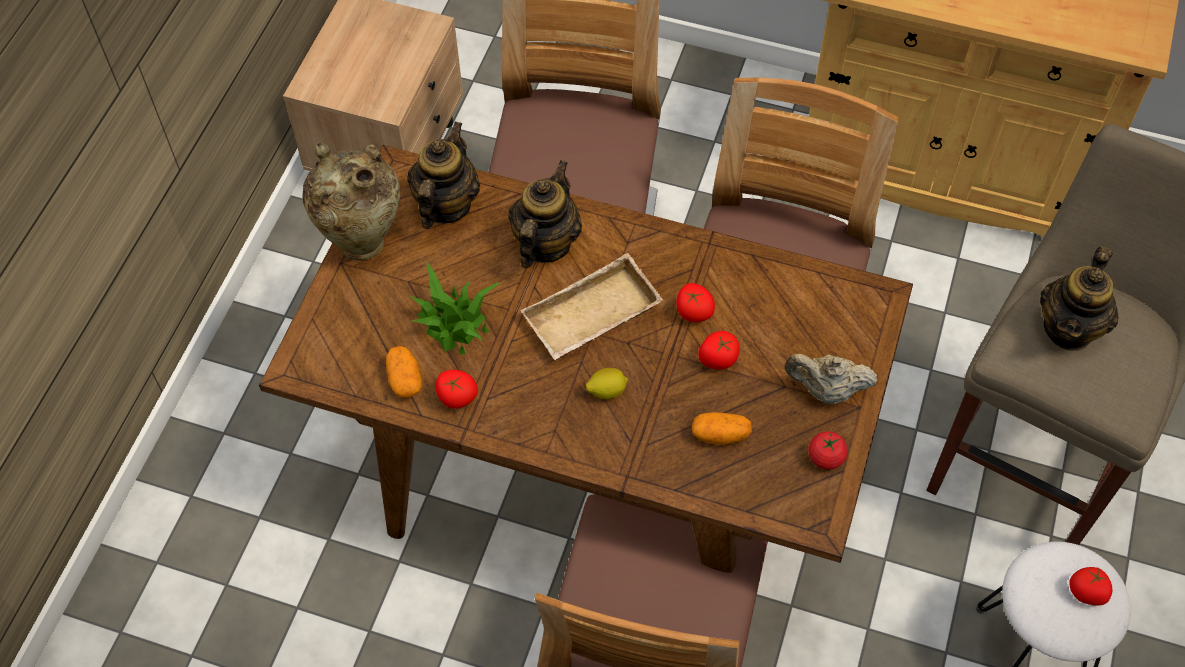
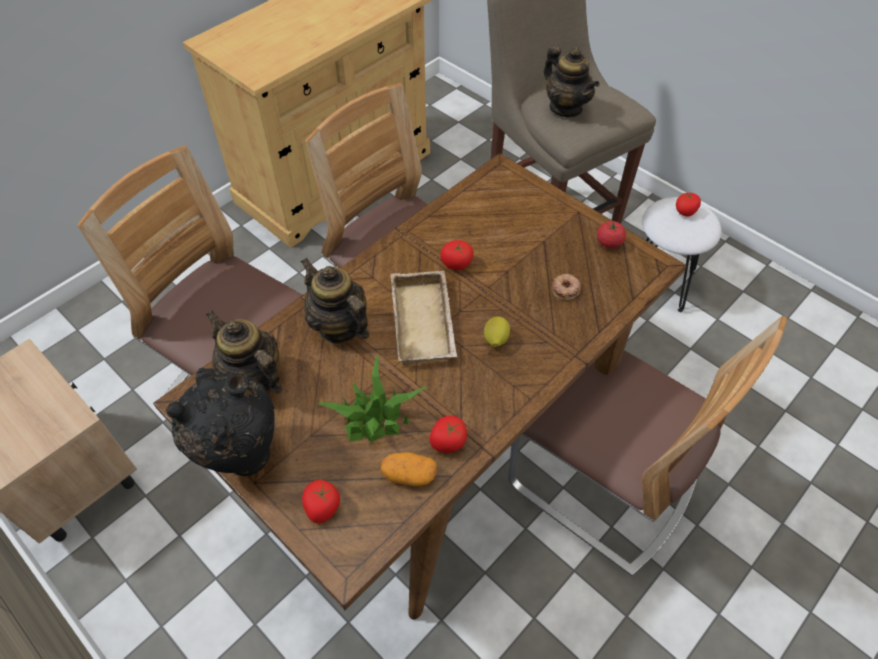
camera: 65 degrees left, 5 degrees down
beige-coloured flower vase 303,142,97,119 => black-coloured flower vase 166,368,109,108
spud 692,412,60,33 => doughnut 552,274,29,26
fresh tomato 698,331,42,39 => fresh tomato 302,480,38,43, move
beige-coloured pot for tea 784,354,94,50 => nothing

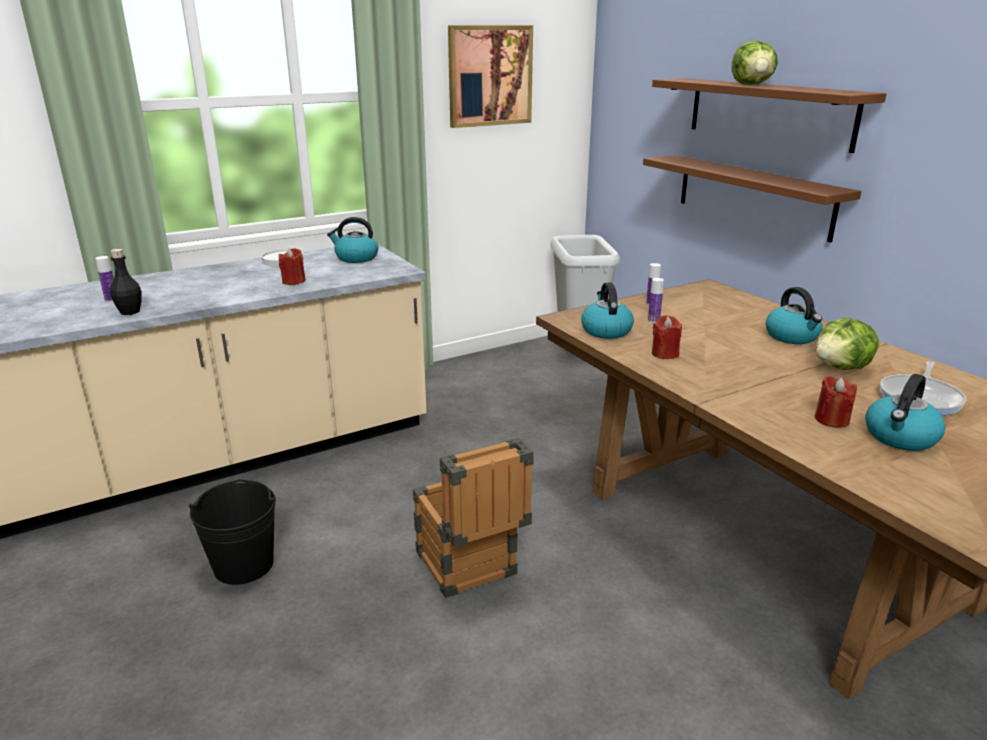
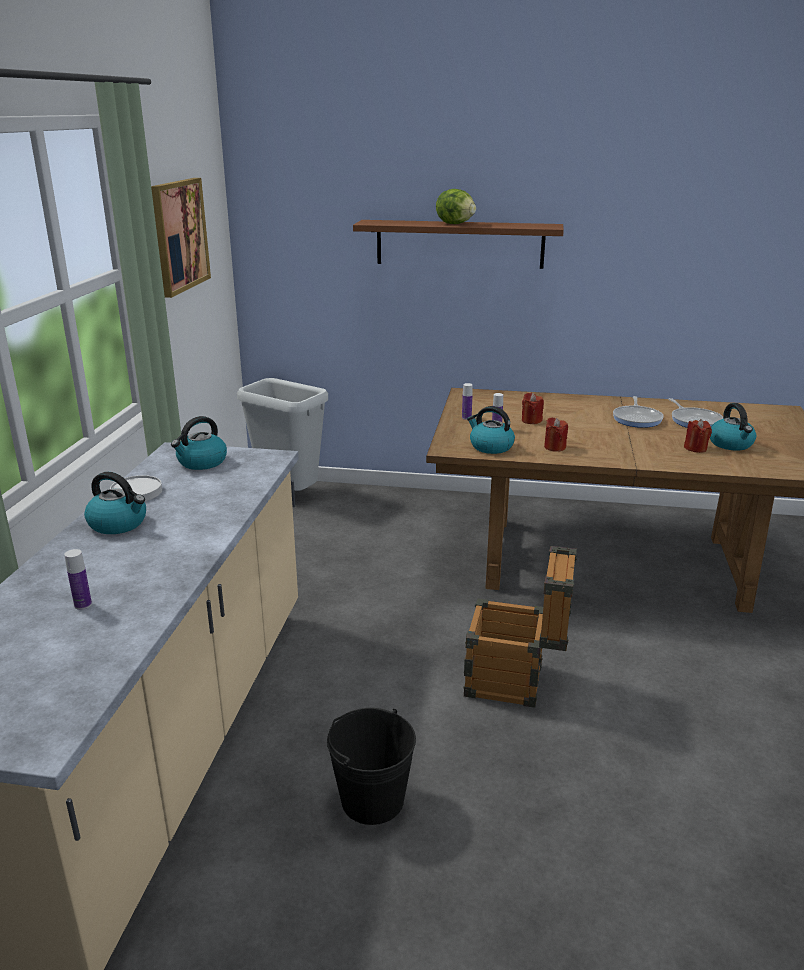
camera: 50 degrees left, 0 degrees up
black-coloured bottle 110,249,32,66 => nothing
red wax light 278,248,28,37 => red wax light 522,393,22,31, move
brown bracket shelf 643,155,218,87 => nothing
tea kettle 766,287,57,57 => tea kettle 84,472,62,62, move
lettuce 816,318,63,52 => pan 613,396,51,32

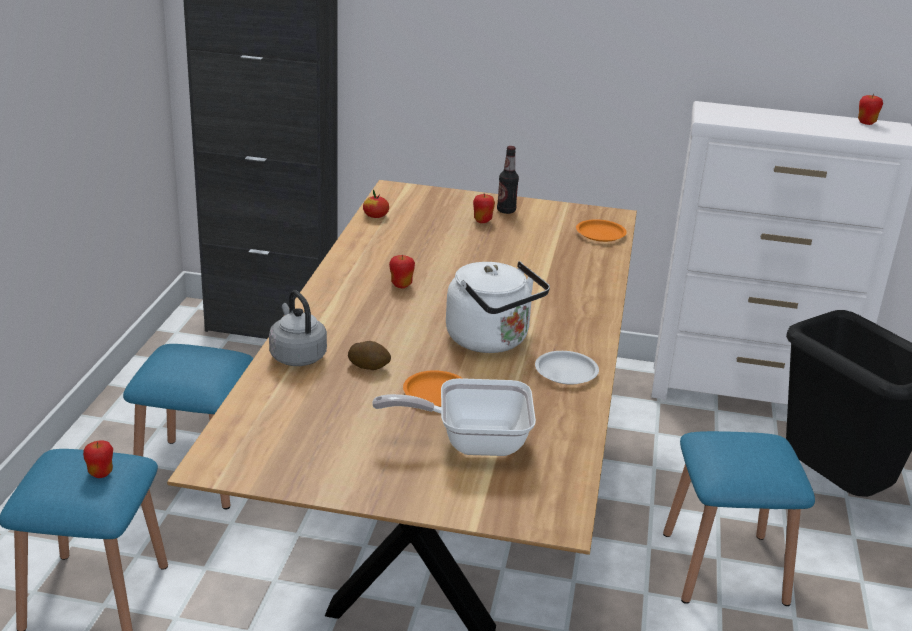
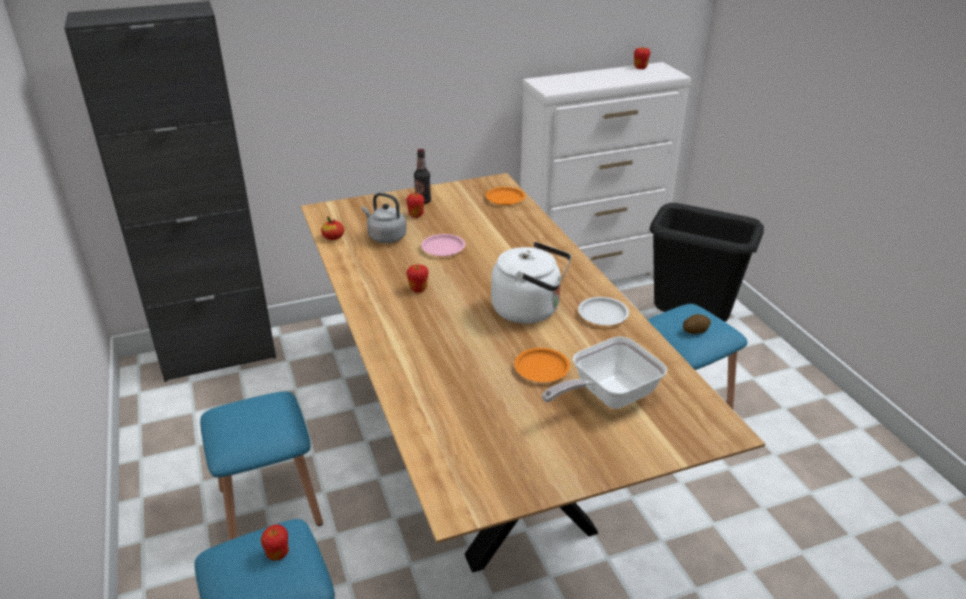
camera: 30 degrees left, 5 degrees up
grey tea kettle 269,290,58,76 => grey tea kettle 362,193,45,50, move
spud 348,341,43,29 => spud 683,314,28,20, move
nothing => pink-coloured dinner plate 421,234,44,22

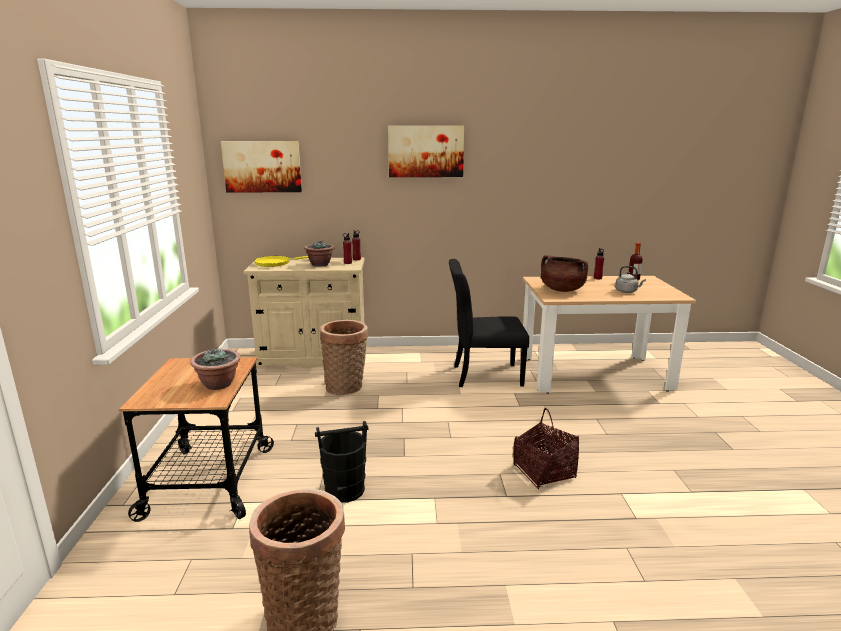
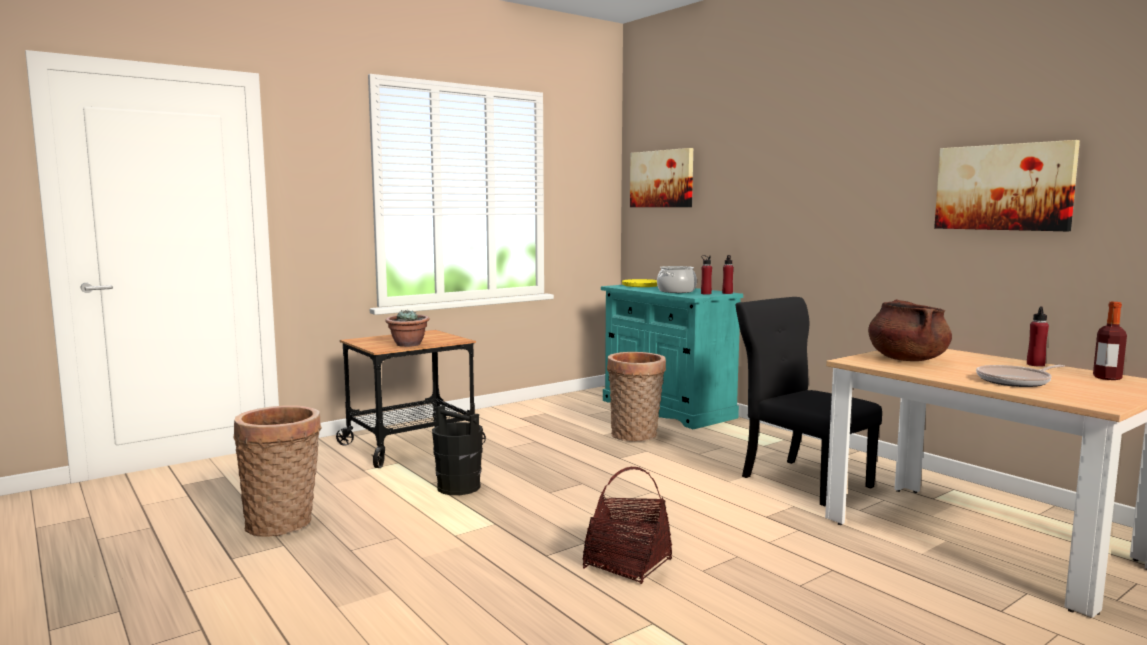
camera: 55 degrees right, 10 degrees down
beige-coloured cupboard 243,258,124,110 => turquoise cupboard 601,285,142,144
houseplant 304,240,31,26 => cooking pot 657,266,40,27
wall picture 388,126,76,51 => wall picture 934,140,146,91, move
grey tea kettle 615,266,31,27 => pan 976,365,88,22

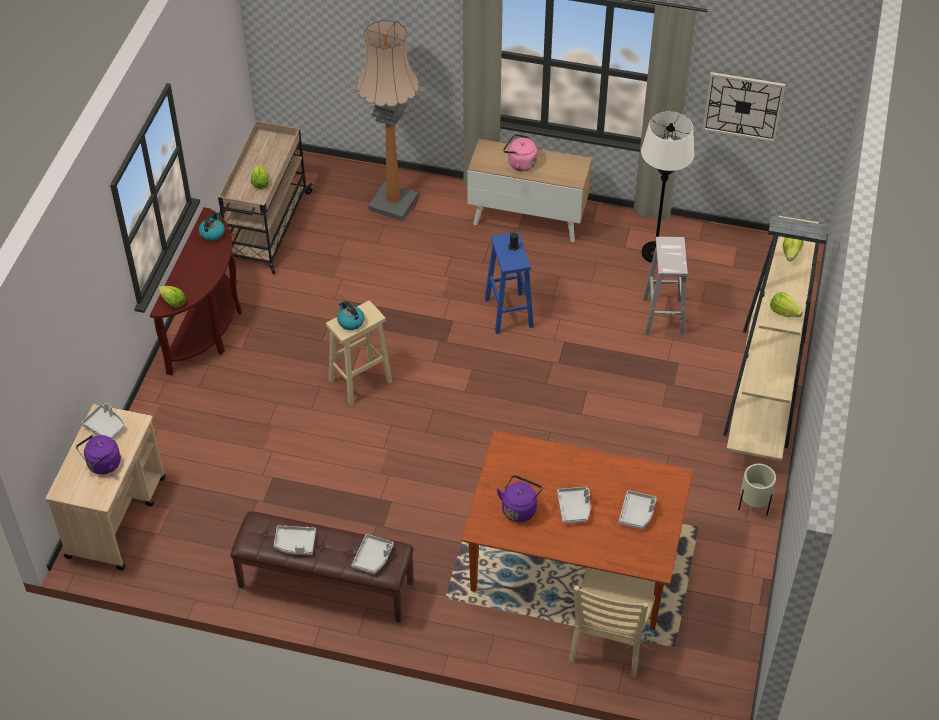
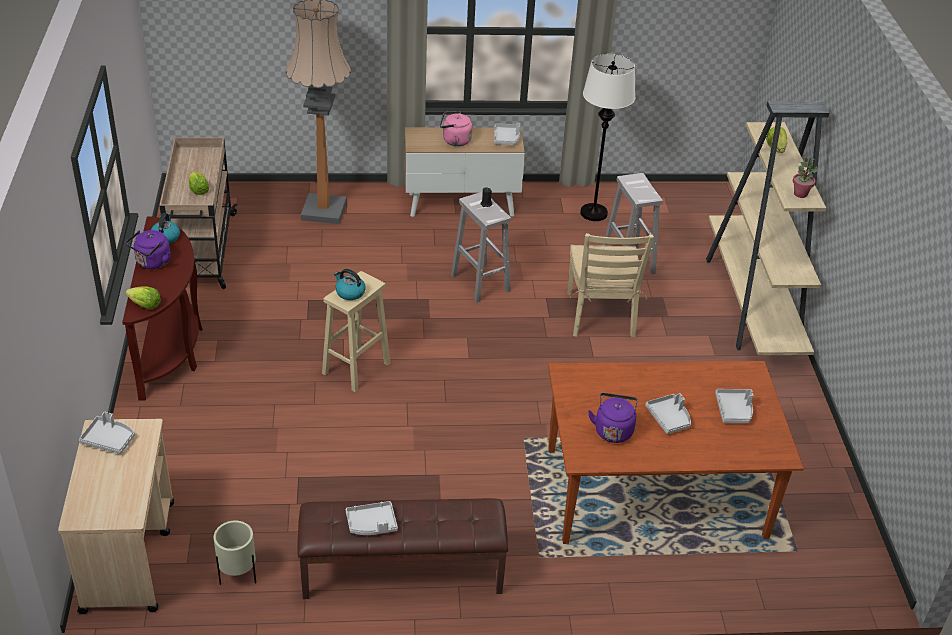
camera: 20 degrees left, 10 degrees down
purple tea kettle 76,435,45,40 => purple tea kettle 126,230,45,39, move
grey carrying tray 352,534,42,40 => grey carrying tray 494,123,26,22, move
blue stool 485,232,49,102 => whitish stool 451,192,60,111
beige-coloured plain chair 566,567,89,111 => beige-coloured plain chair 567,233,87,104, move
clock on the wall 702,72,83,70 => nothing
beige-coloured plant pot 738,464,38,51 => beige-coloured plant pot 214,521,42,64, move
lettuce 770,292,33,25 => houseplant 793,158,25,40

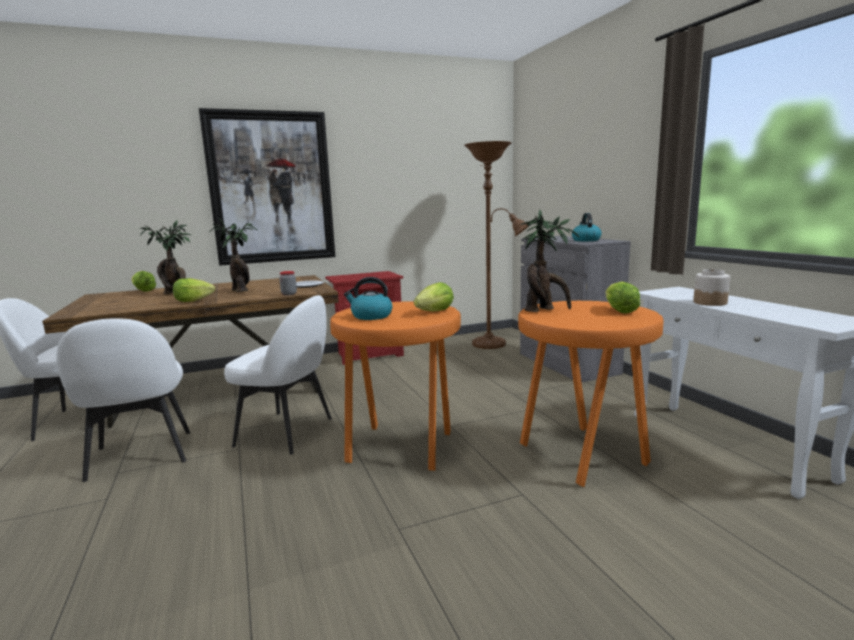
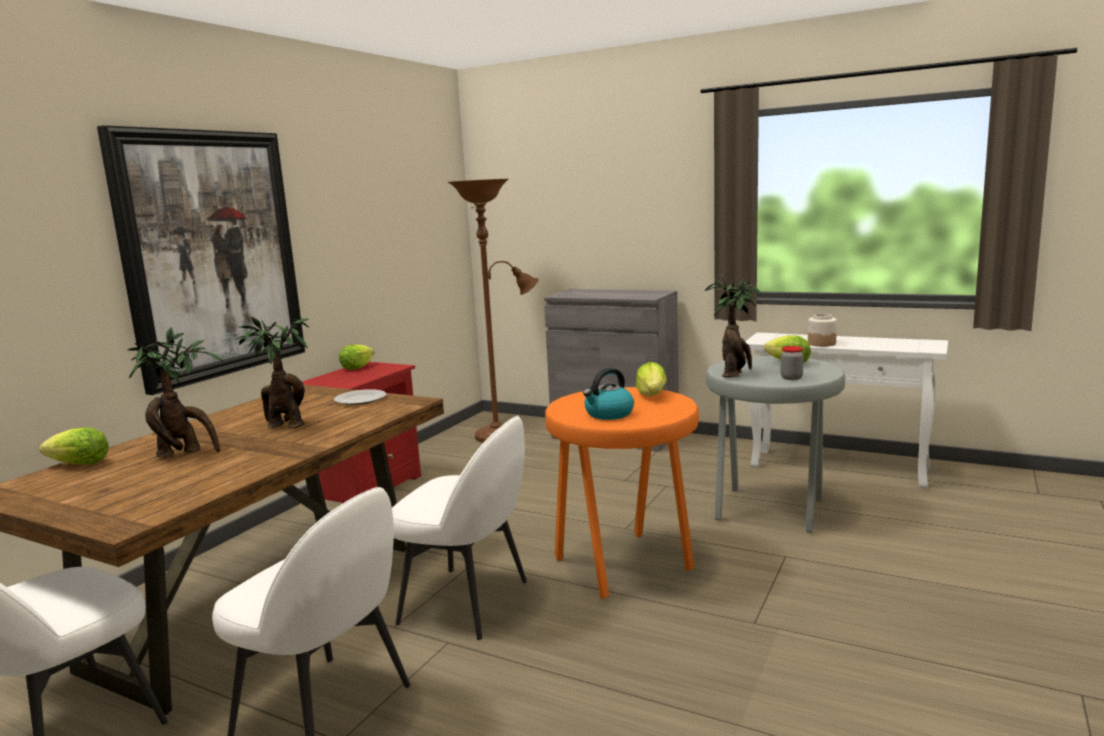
camera: 40 degrees left, 0 degrees up
lettuce 173,278,42,24 => lettuce 339,344,36,26, move
whitish plain chair 224,295,108,160 => whitish plain chair 392,416,135,224, 45 degrees clockwise
preserve jar 279,271,18,24 => preserve jar 781,346,23,34, move
orangey stool 518,301,146,186 => grey stool 706,356,139,177
tea kettle 572,213,30,28 => nothing

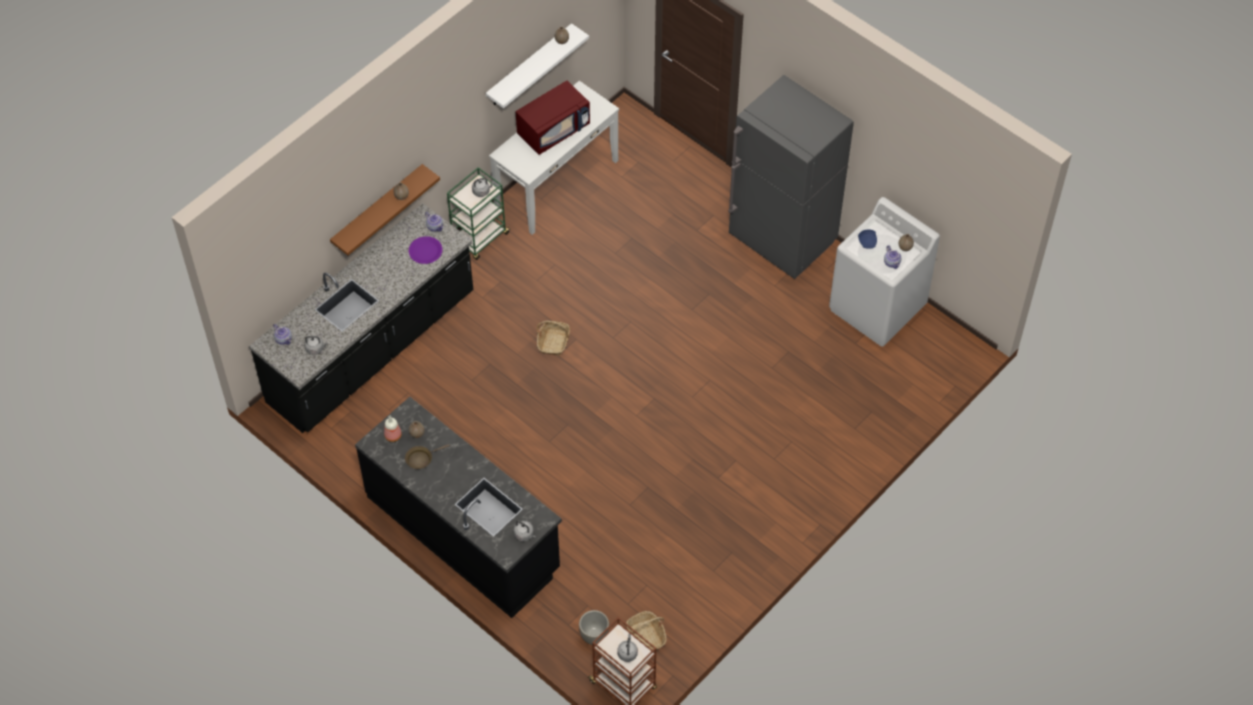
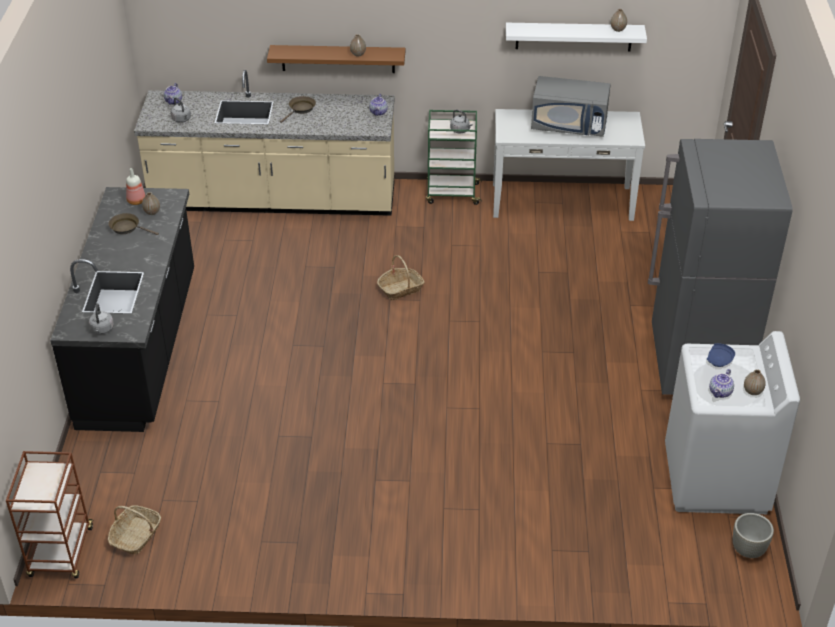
camera: 50 degrees right, 15 degrees down
black-coloured counter 249,203,224,230 => beige-coloured counter 134,70,260,146
purple dinner plate 409,236,34,28 => nothing
red microwave 516,81,74,74 => grey microwave 531,76,80,61
grey plant pot 579,610,30,35 => grey plant pot 733,513,41,45, move
grey tea kettle 617,634,21,28 => nothing
nothing => brown pan 280,96,36,27

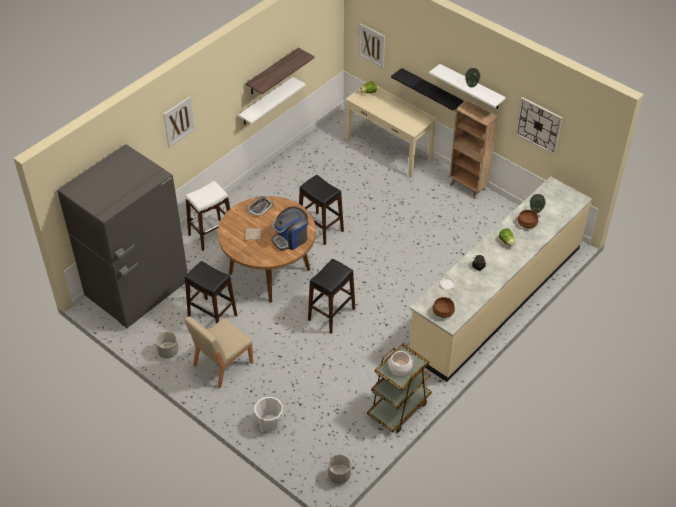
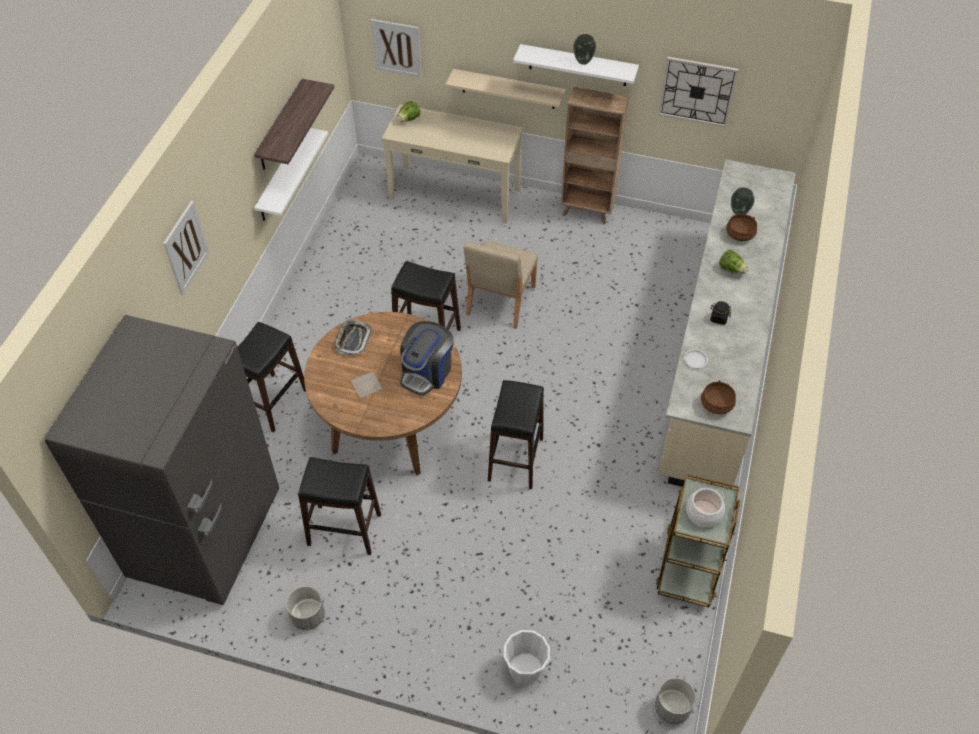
camera: 25 degrees left, 5 degrees up
whitish stool 185,181,45,70 => black-coloured stool 237,322,69,111
beige-coloured plain chair 185,316,68,73 => beige-coloured plain chair 464,240,74,89, move
black-coloured bracket shelf 391,68,73,43 => beige-coloured bracket shelf 445,69,120,40

